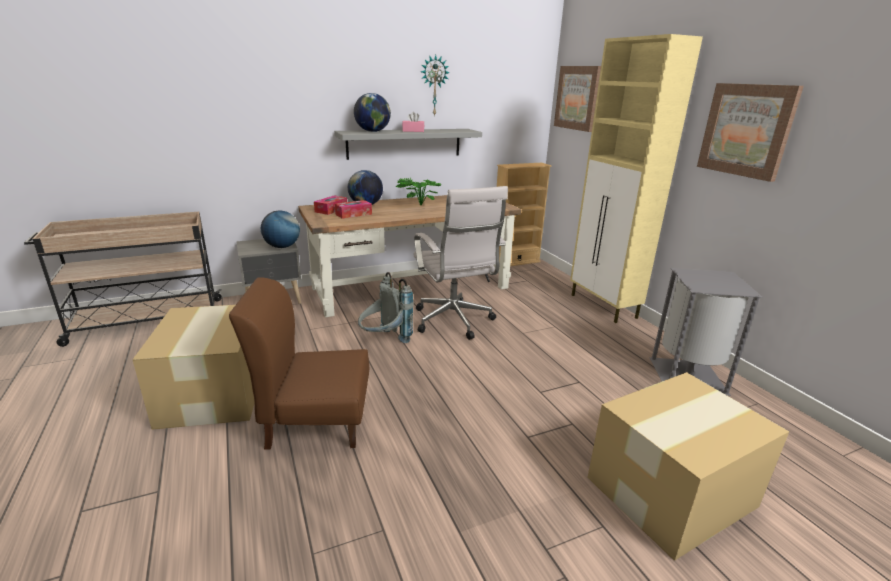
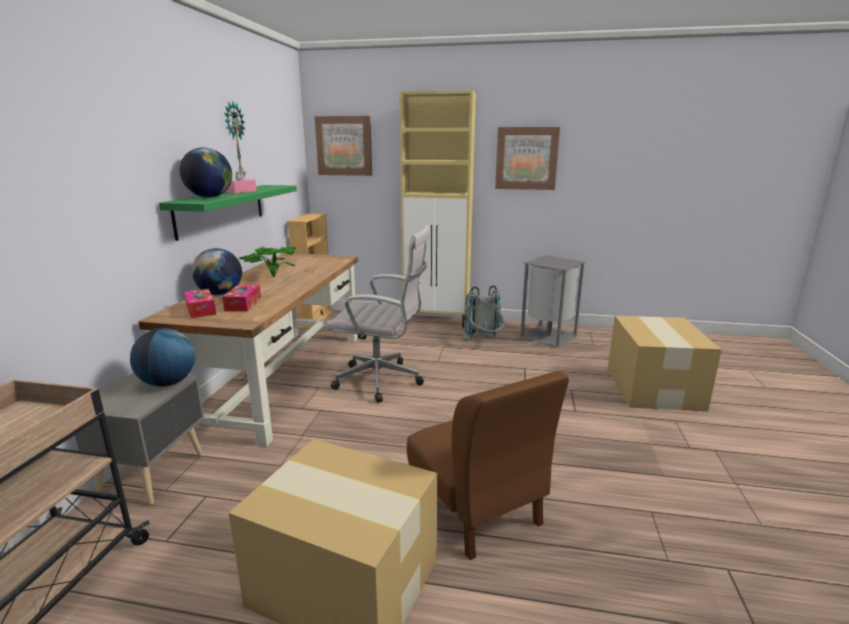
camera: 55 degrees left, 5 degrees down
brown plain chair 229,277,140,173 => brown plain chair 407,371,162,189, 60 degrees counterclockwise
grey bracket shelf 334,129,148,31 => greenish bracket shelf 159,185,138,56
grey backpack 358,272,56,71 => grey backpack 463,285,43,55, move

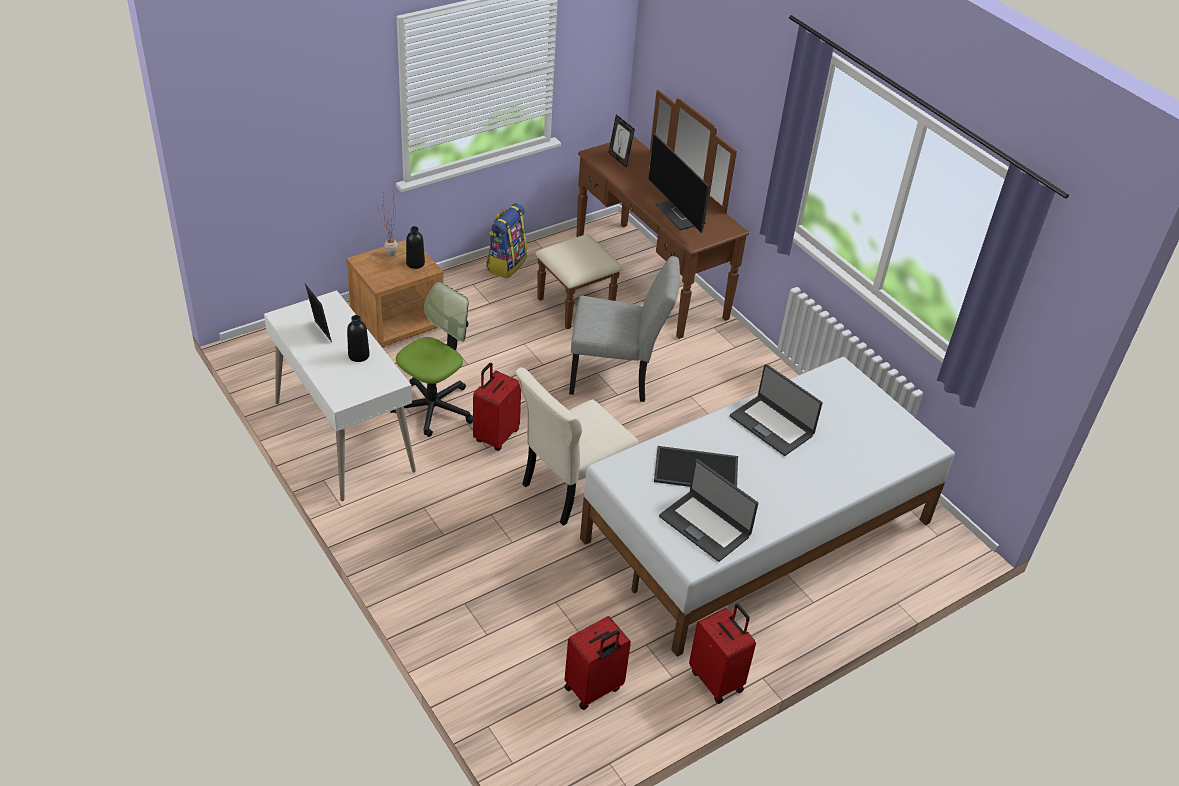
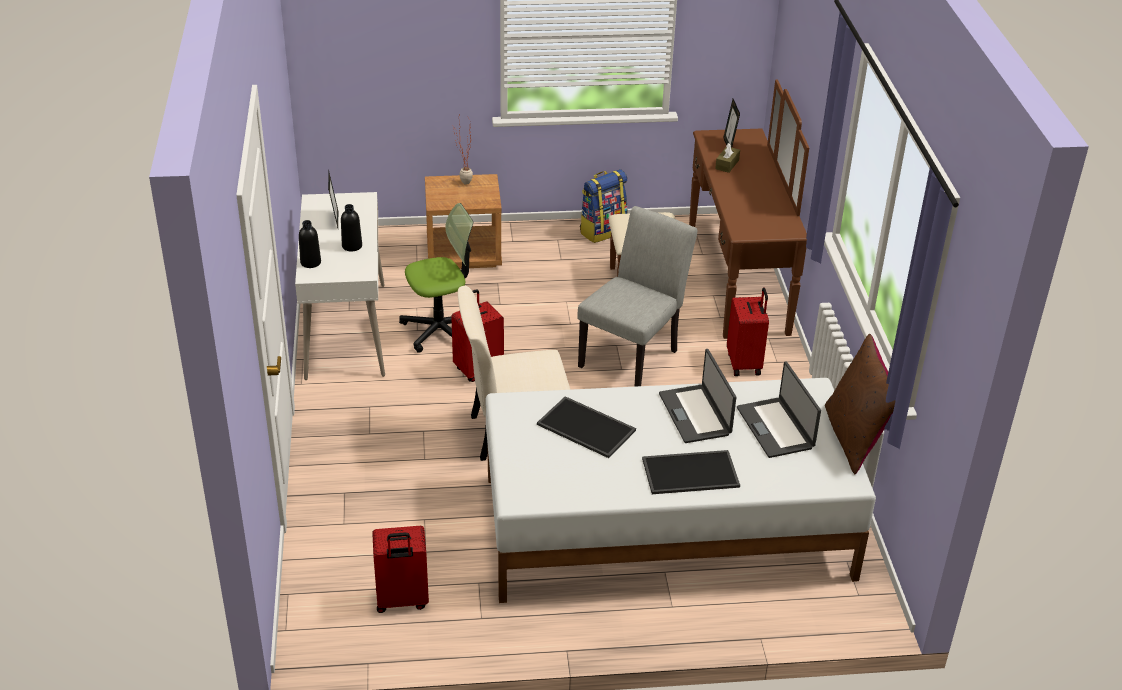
camera: 30 degrees right, 5 degrees down
black-coloured bottle 406,226,19,43 => black-coloured bottle 299,220,22,48, move
grey plain chair 569,256,111,146 => grey plain chair 577,206,120,181, 90 degrees counterclockwise
computer screen 648,133,61,100 => nothing
laptop 659,459,99,103 => laptop 737,362,84,96, move
red piece of luggage 689,604,67,100 => red piece of luggage 727,288,42,88, move
nothing => carrying tray 642,450,98,44
nothing => brown box of tissues 715,143,25,30
nothing => brown throw pillow 825,334,71,140

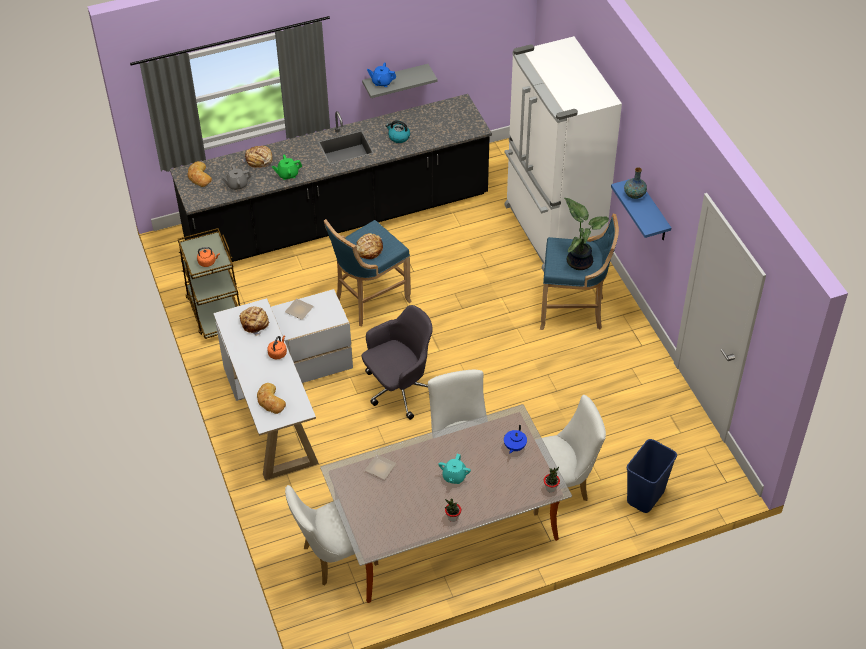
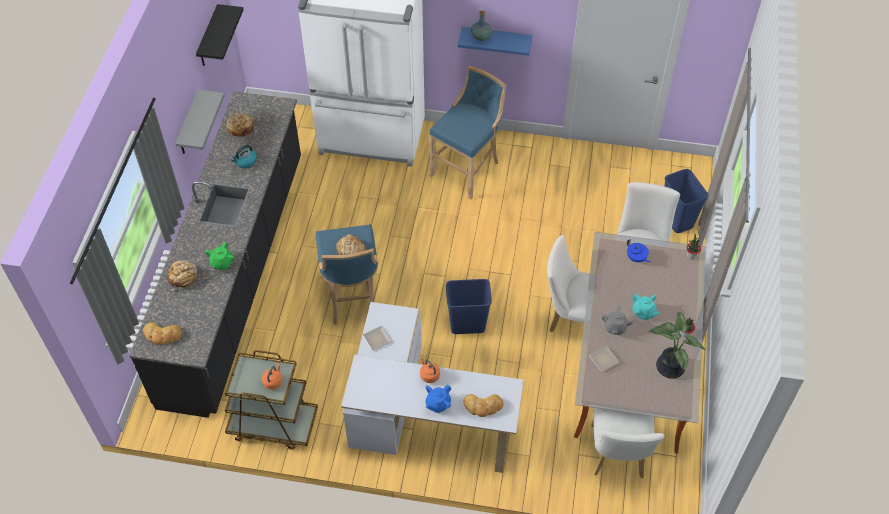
camera: 60 degrees left, 5 degrees up
grey pot for tea 221,165,30,26 => grey pot for tea 601,306,32,29, move
baked bread 239,306,30,30 => baked bread 226,113,31,25, move
grey desk chair 362,305,71,115 => blue waste bin 446,279,46,55
blue pot for tea 367,62,29,25 => blue pot for tea 426,384,25,29, move
houseplant 564,198,46,72 => houseplant 648,312,58,67, move
nothing => black-coloured bracket shelf 196,4,47,62

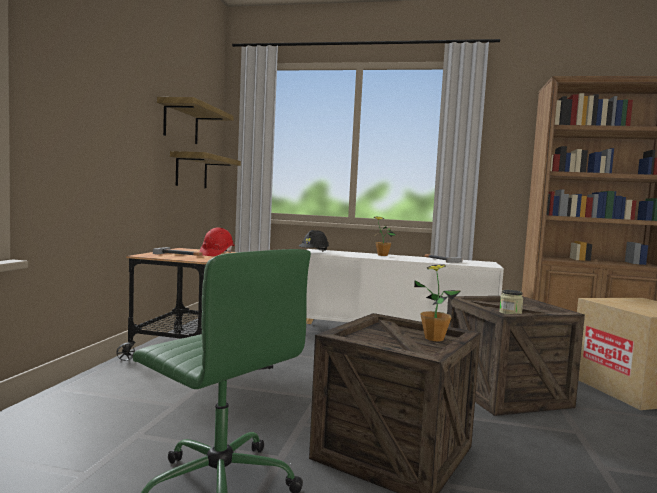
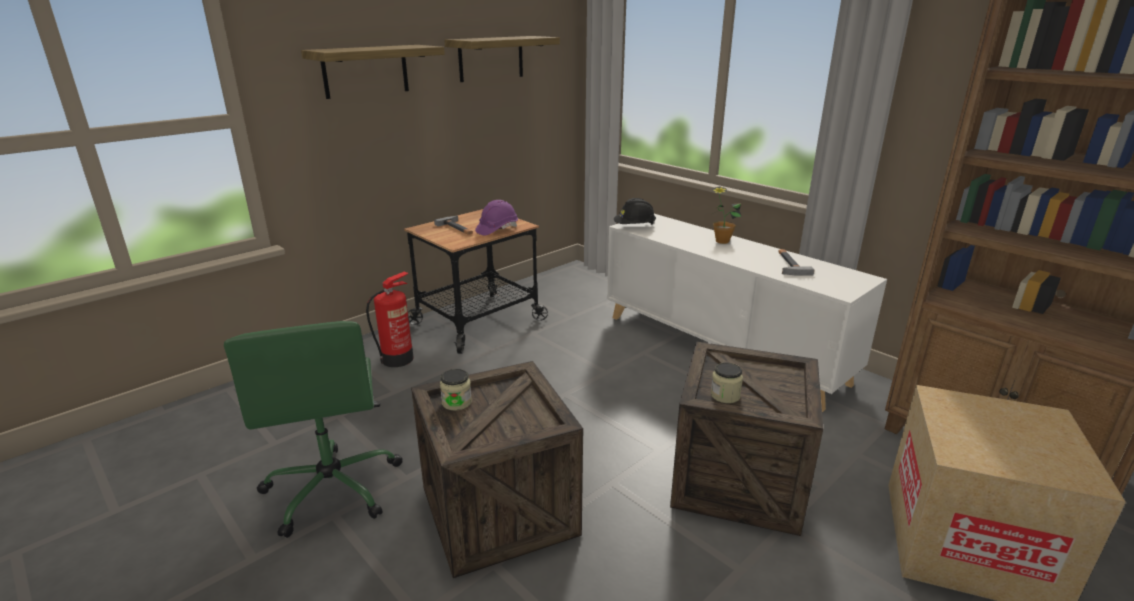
camera: 35 degrees right, 20 degrees up
bracket shelf 170,151,71,37 => bracket shelf 301,45,144,54, move
red hard hat 200,228,34,28 => purple hard hat 475,200,43,36
houseplant 414,264,46,77 => nothing
nothing => fire-fighting cylinder 366,271,48,96
nothing => preserve jar 440,369,32,42

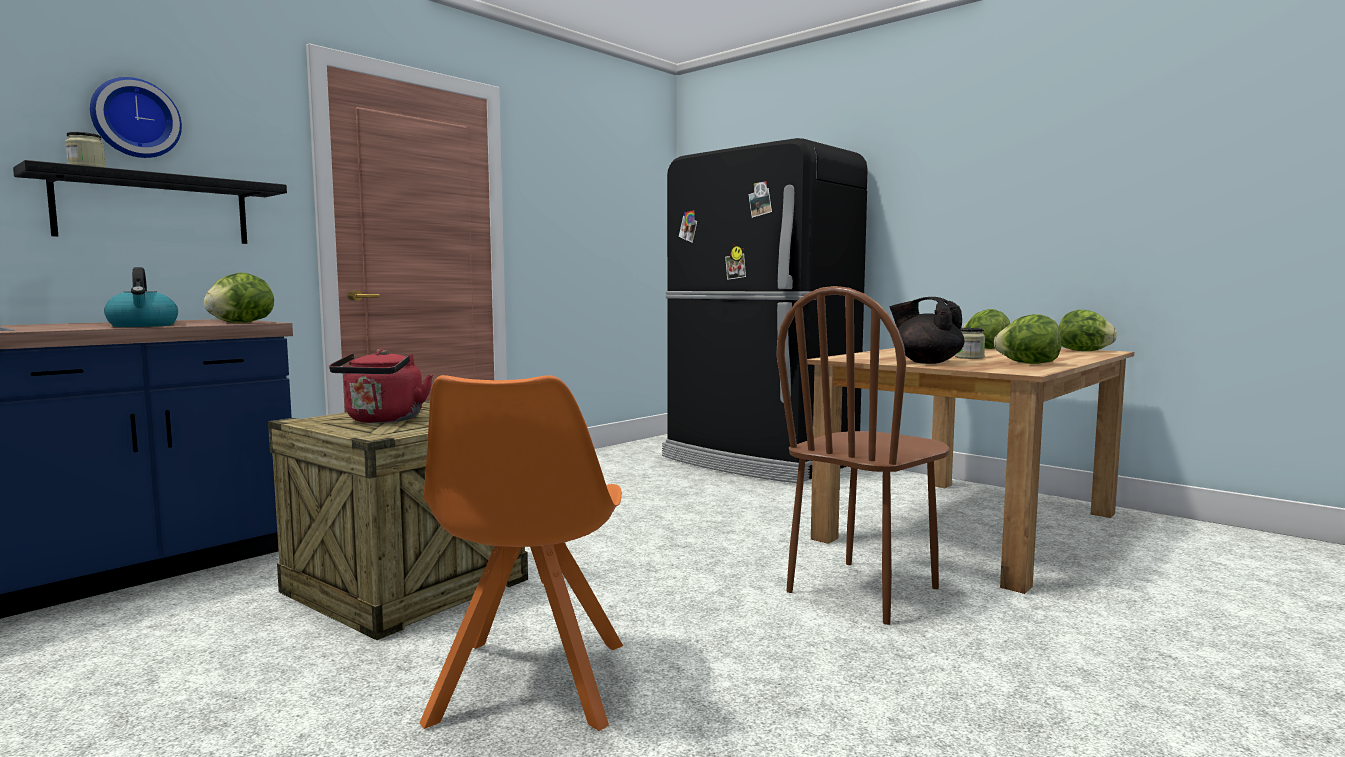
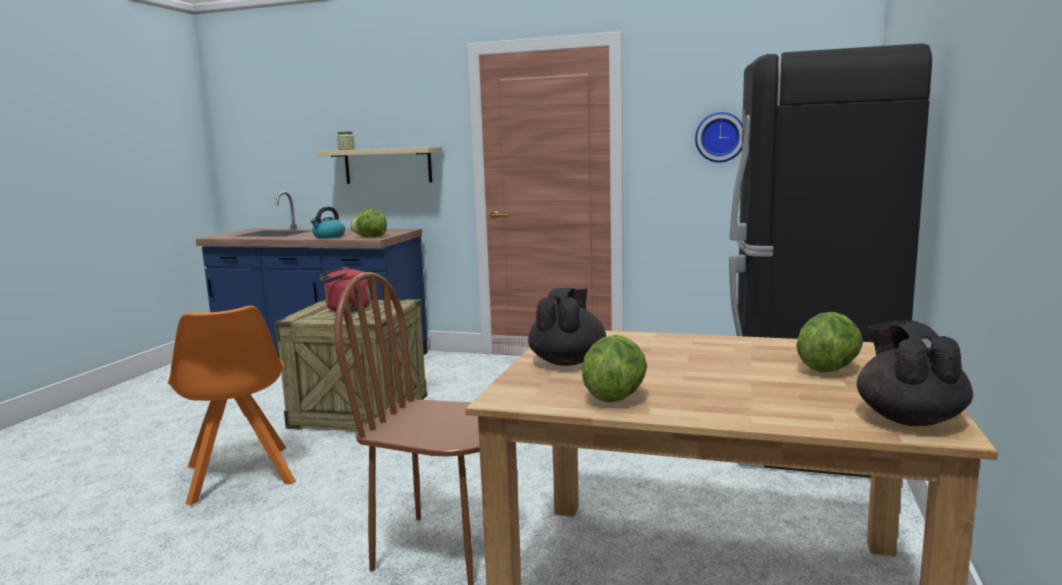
camera: 65 degrees right, 5 degrees up
black-coloured bracket shelf 13,160,274,84 => beige-coloured bracket shelf 316,147,126,37
clock on the wall 90,77,92,81 => clock on the wall 695,112,47,51, move
orangey plain chair 420,375,203,356 => orangey plain chair 168,306,128,199, 90 degrees counterclockwise
preserve jar 955,328,30,31 => nothing
lettuce 1059,310,58,41 => black-coloured pot for tea 857,321,116,105

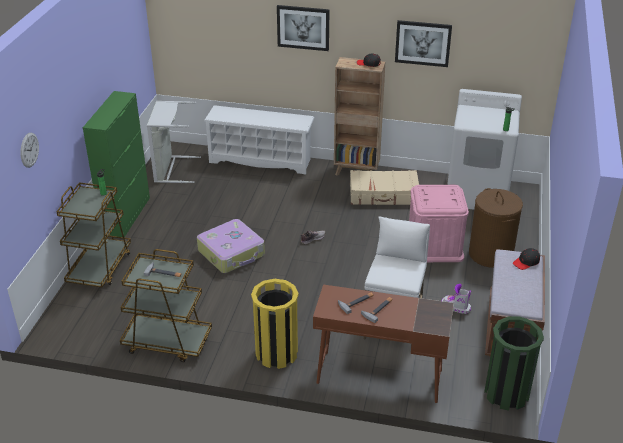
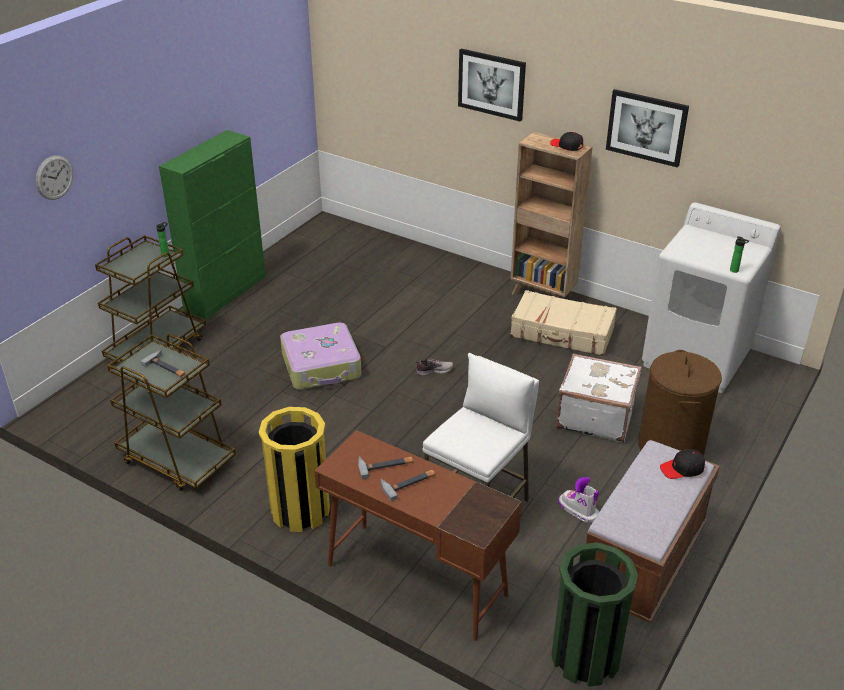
camera: 20 degrees right, 0 degrees up
grey hamper 147,101,54,82 => nothing
whitish shoe shelf 204,105,111,70 => nothing
pink-coloured storage bin 409,185,60,77 => whitish piece of luggage 556,353,86,89

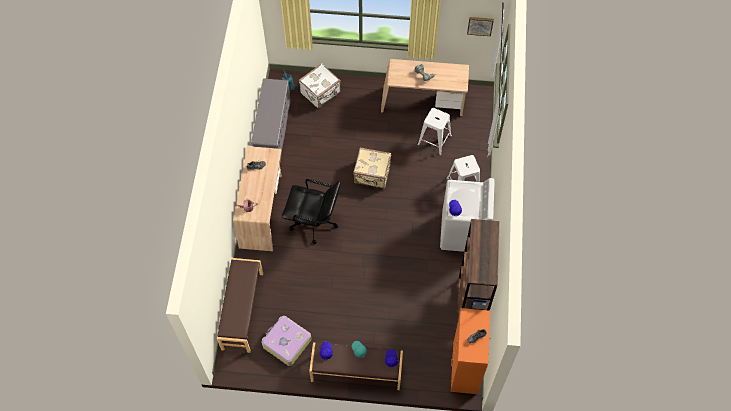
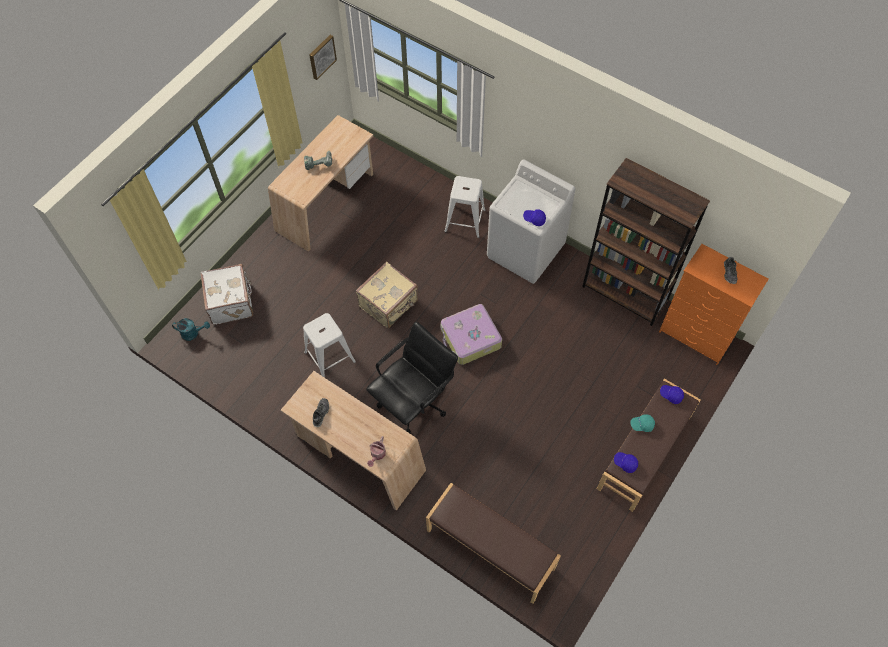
camera: 60 degrees left, 0 degrees up
grey shoe shelf 251,78,40,85 => nothing
piece of luggage 262,316,50,50 => piece of luggage 441,304,61,61, move
whitish stool 417,108,35,47 => whitish stool 303,313,53,65, move

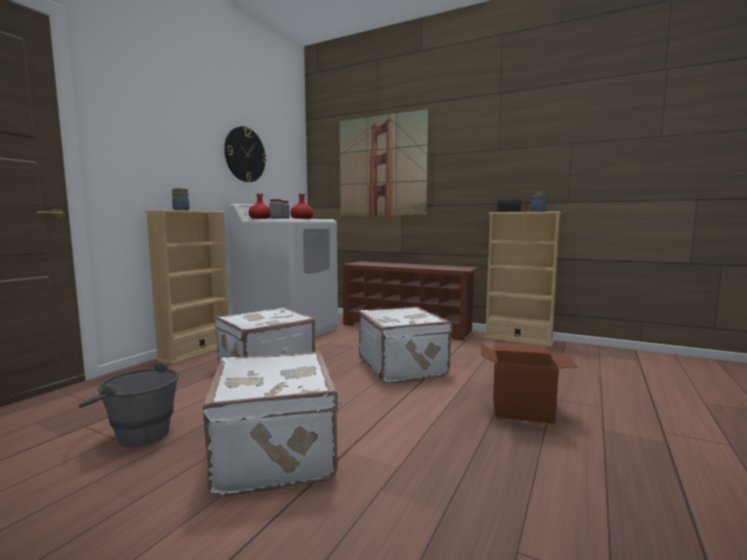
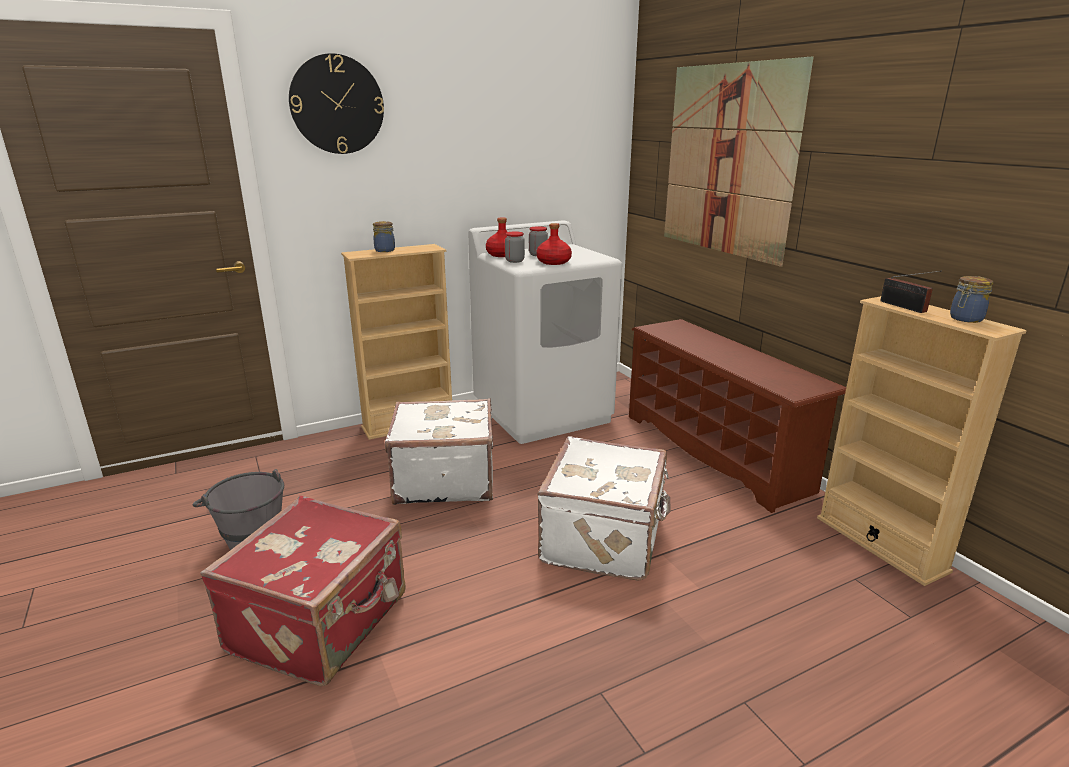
camera: 35 degrees right, 15 degrees up
whitish piece of luggage 202,351,139,145 => red piece of luggage 200,496,206,190
clock on the wall 224,126,43,56 => clock on the wall 289,53,95,101, move
carton 480,342,98,82 => nothing

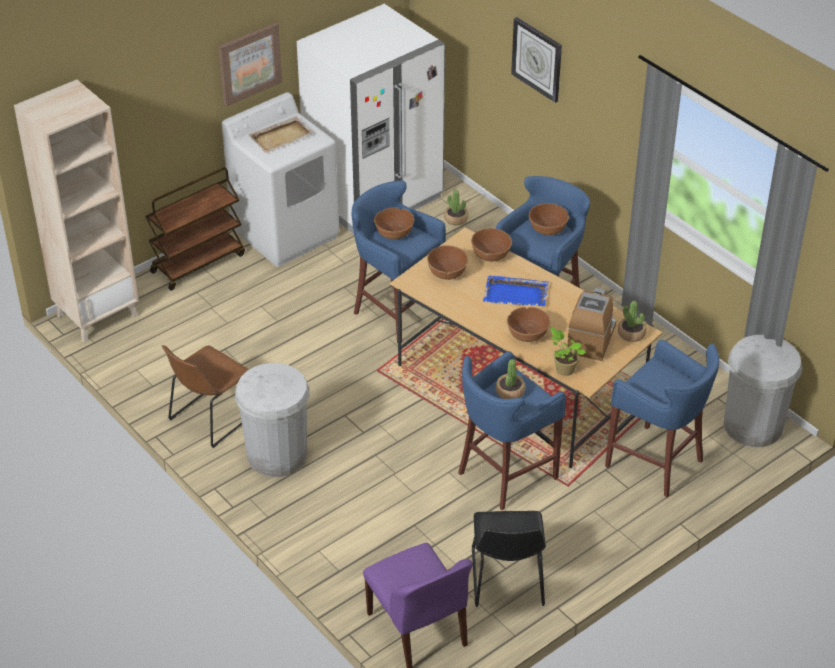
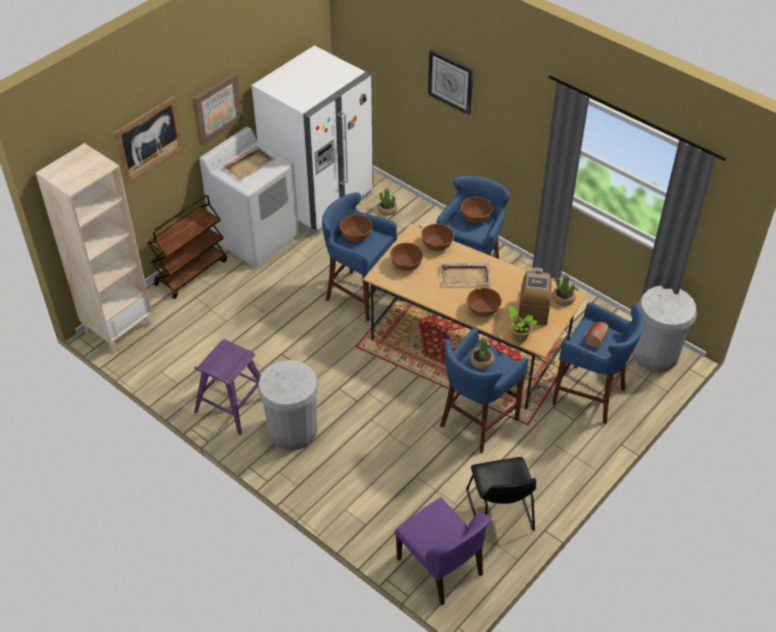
camera: 10 degrees left, 5 degrees up
brown plain chair 162,345,87,103 => purple stool 194,339,67,96
blue carrying tray 483,276,66,30 => beige-coloured carrying tray 440,263,51,23
nothing => wall picture 114,96,70,89
nothing => baked bread 585,321,24,28

